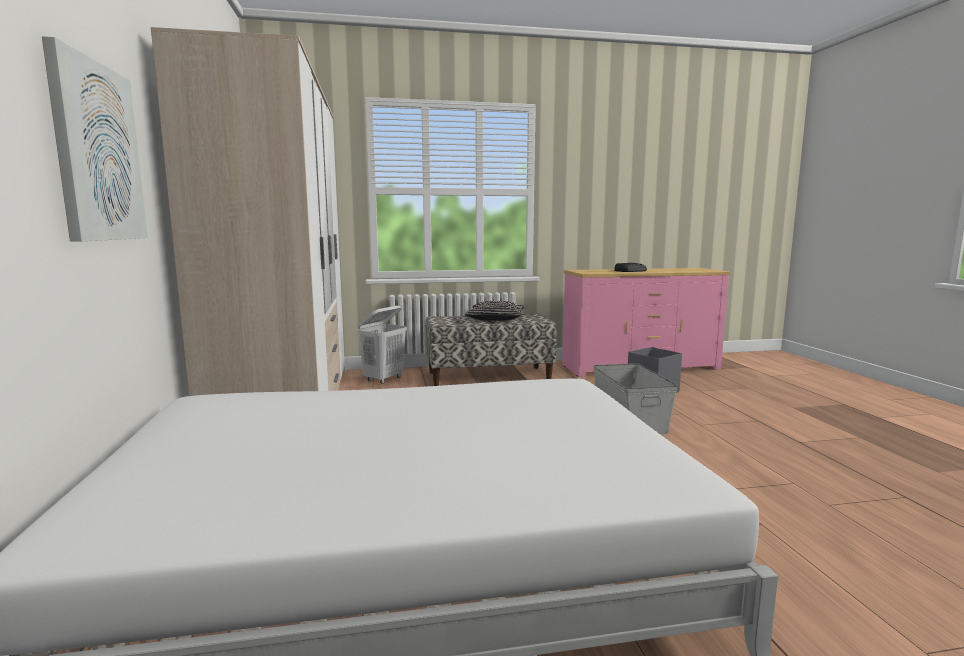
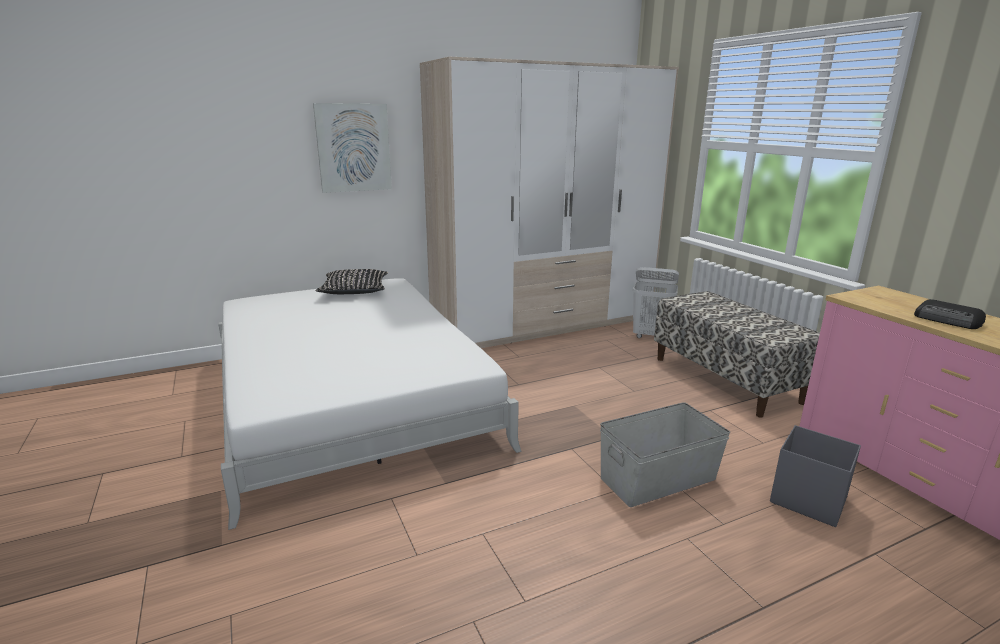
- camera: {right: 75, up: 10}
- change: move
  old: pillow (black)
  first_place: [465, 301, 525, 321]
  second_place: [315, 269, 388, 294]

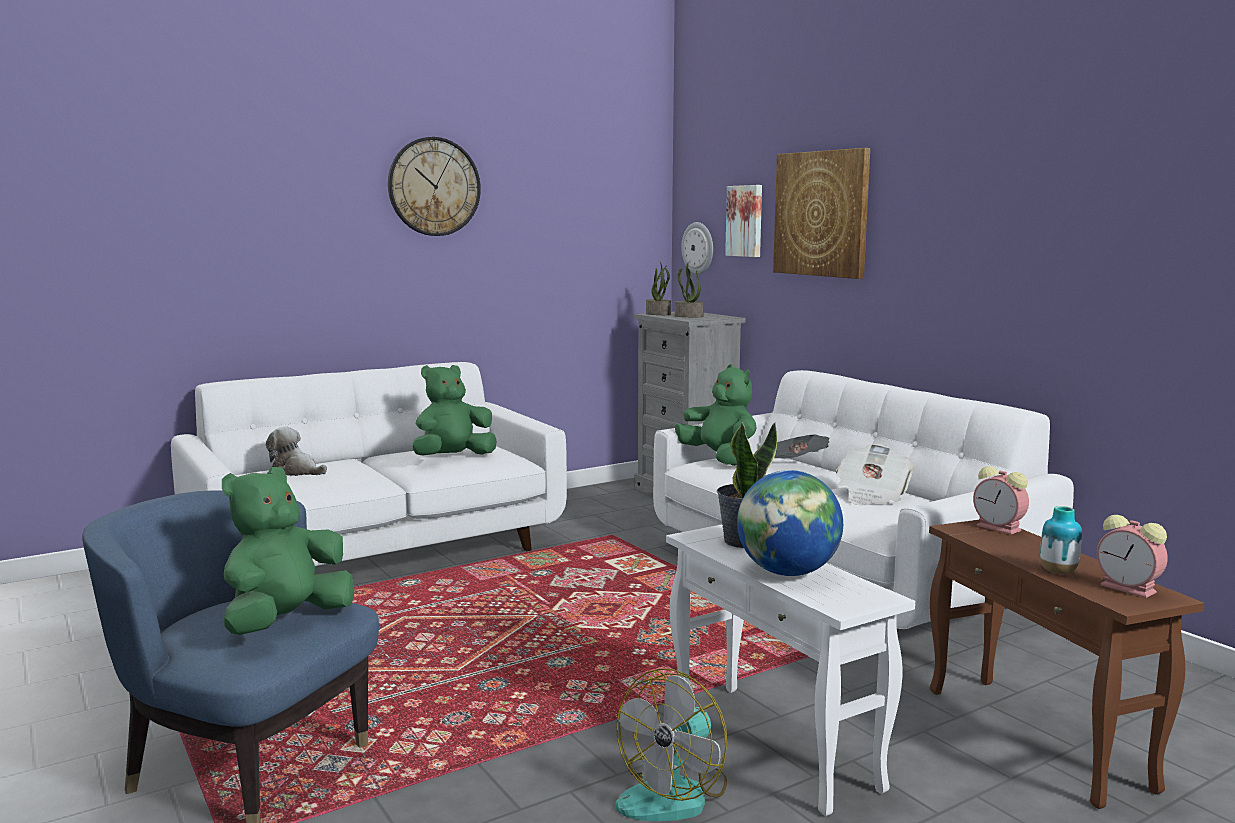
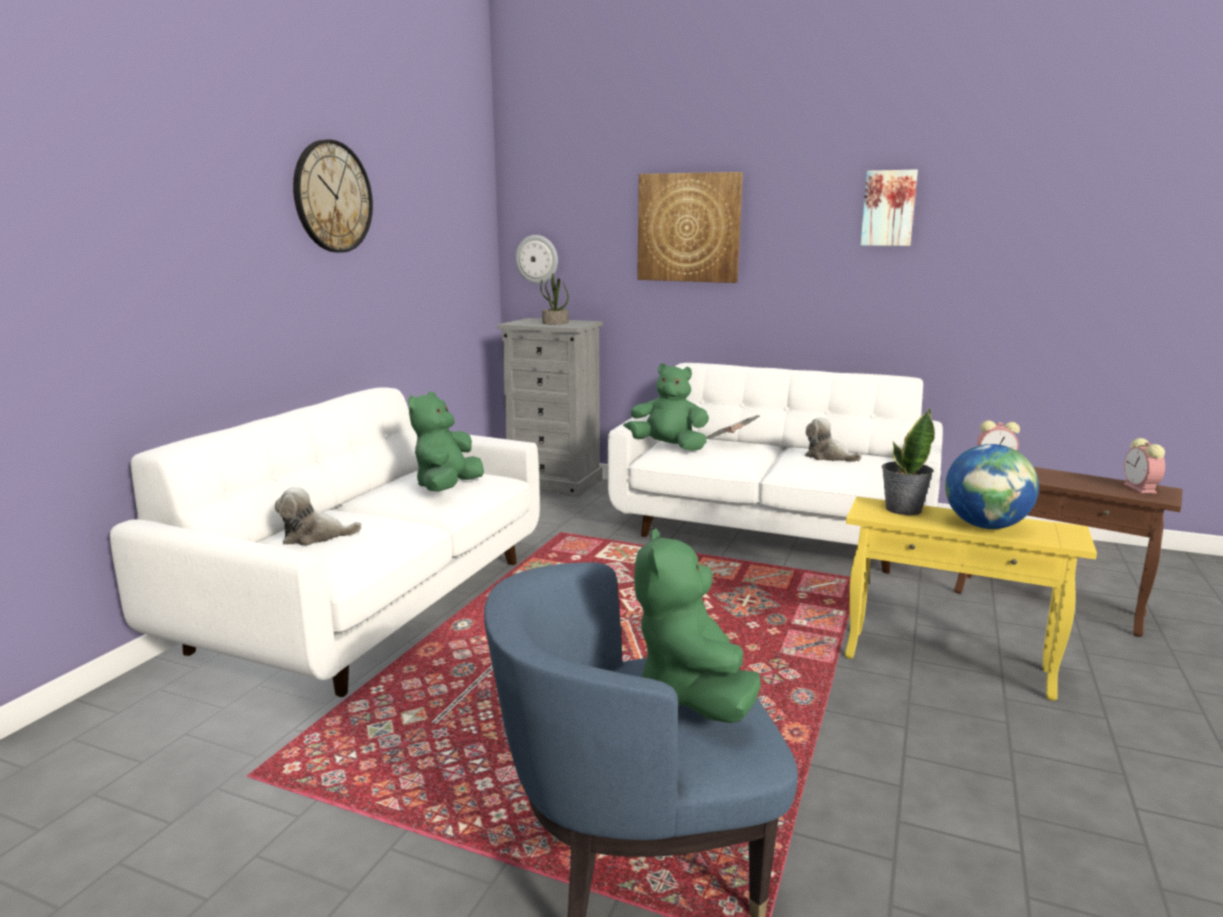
- camera: {right: -35, up: 5}
- change: delete
  old: fan
  first_place: [616, 668, 727, 821]
- change: delete
  old: potted plant
  first_place: [646, 262, 671, 315]
- change: delete
  old: vase
  first_place: [1040, 506, 1082, 574]
- change: move
  old: picture
  first_place: [725, 185, 762, 257]
  second_place: [860, 169, 918, 246]
- change: replace
  old: newspaper
  new: plush toy
  first_place: [836, 444, 915, 506]
  second_place: [805, 417, 862, 462]
- change: recolor
  old: side table (white)
  new: side table (yellow)
  first_place: [666, 524, 915, 816]
  second_place: [845, 497, 1097, 701]
- change: rotate
  old: alarm clock
  first_place: [1097, 515, 1168, 598]
  second_place: [1124, 438, 1165, 494]
  degrees: 75

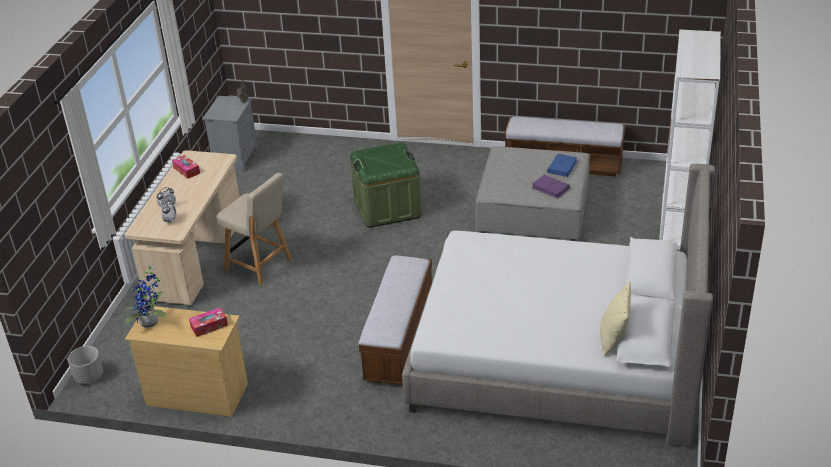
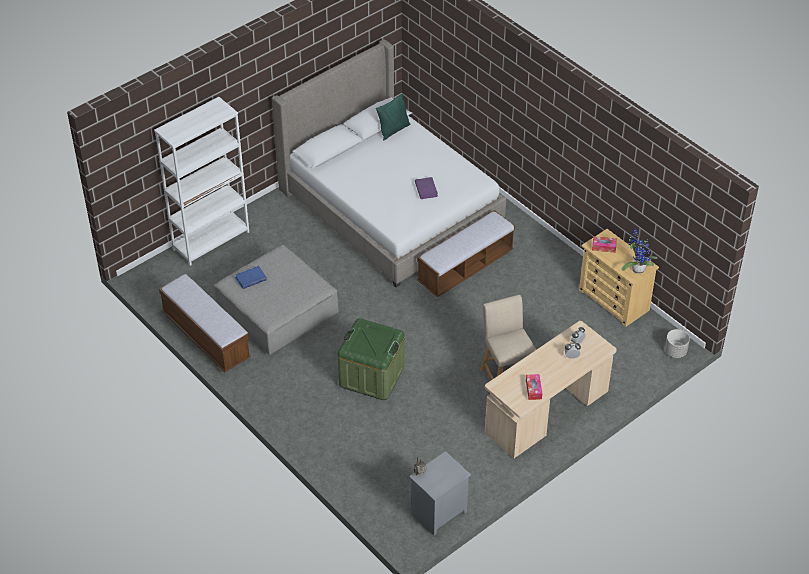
- camera: {right: -145, up: 10}
- change: move
  old: book (purple)
  first_place: [532, 175, 570, 199]
  second_place: [415, 177, 438, 199]
- change: recolor
  old: pillow (beige)
  new: pillow (green)
  first_place: [600, 281, 631, 357]
  second_place: [376, 93, 410, 141]

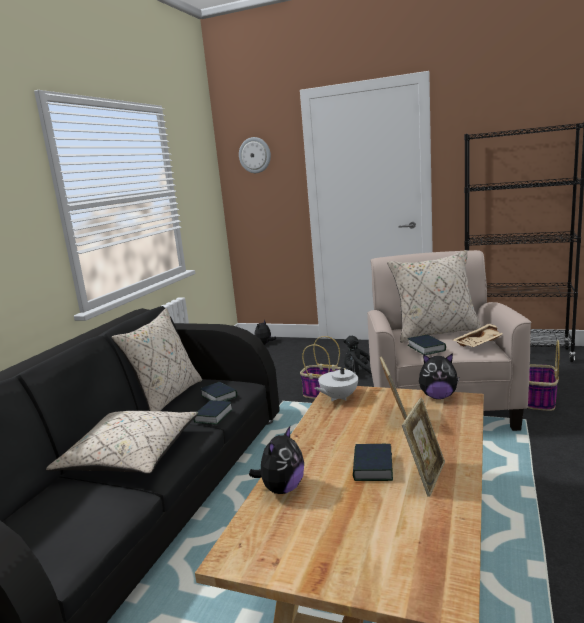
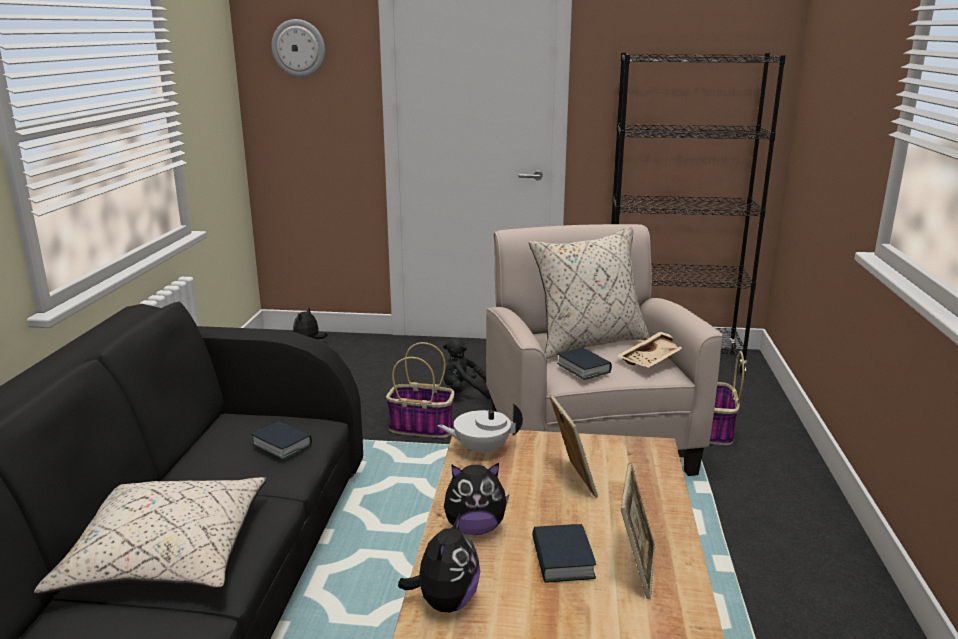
- camera: {right: -15, up: 5}
- change: delete
  old: pillow (beige)
  first_place: [111, 308, 202, 411]
- change: delete
  old: book
  first_place: [193, 400, 233, 425]
- change: move
  old: plush toy
  first_place: [419, 353, 459, 399]
  second_place: [444, 463, 509, 535]
- change: rotate
  old: teapot (white)
  first_place: [314, 359, 359, 401]
  second_place: [437, 403, 523, 457]
  degrees: 45

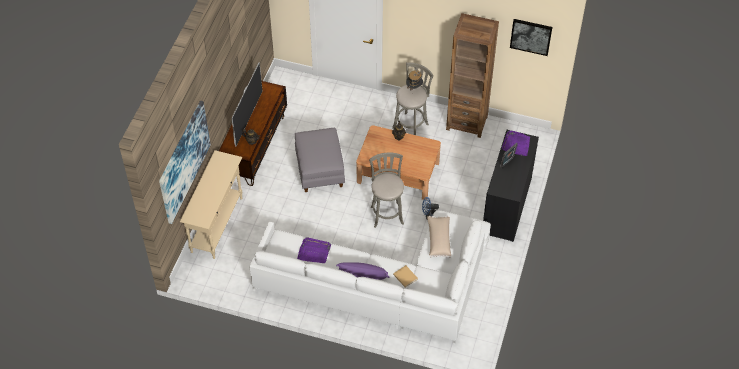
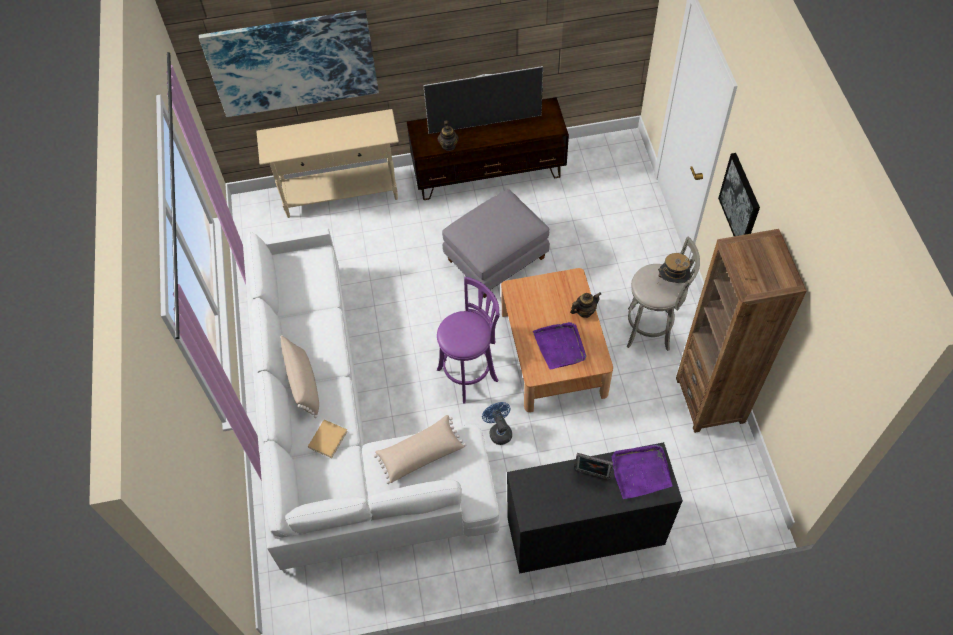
- camera: {right: 65, up: 5}
- change: move
  old: tray (purple)
  first_place: [297, 237, 331, 263]
  second_place: [533, 322, 586, 370]
- change: move
  old: picture
  first_place: [510, 19, 552, 56]
  second_place: [718, 153, 760, 236]
- change: recolor
  old: pillow (purple)
  new: pillow (beige)
  first_place: [336, 262, 389, 280]
  second_place: [280, 335, 319, 418]
- change: recolor
  old: stool (grey)
  new: stool (purple)
  first_place: [369, 152, 404, 228]
  second_place: [437, 277, 500, 403]

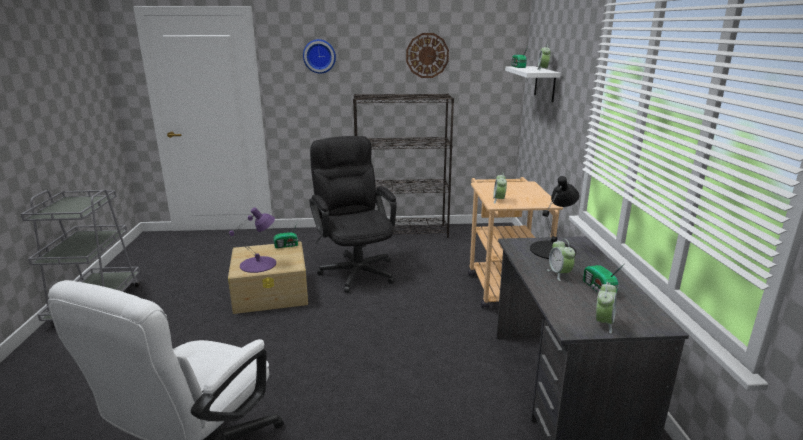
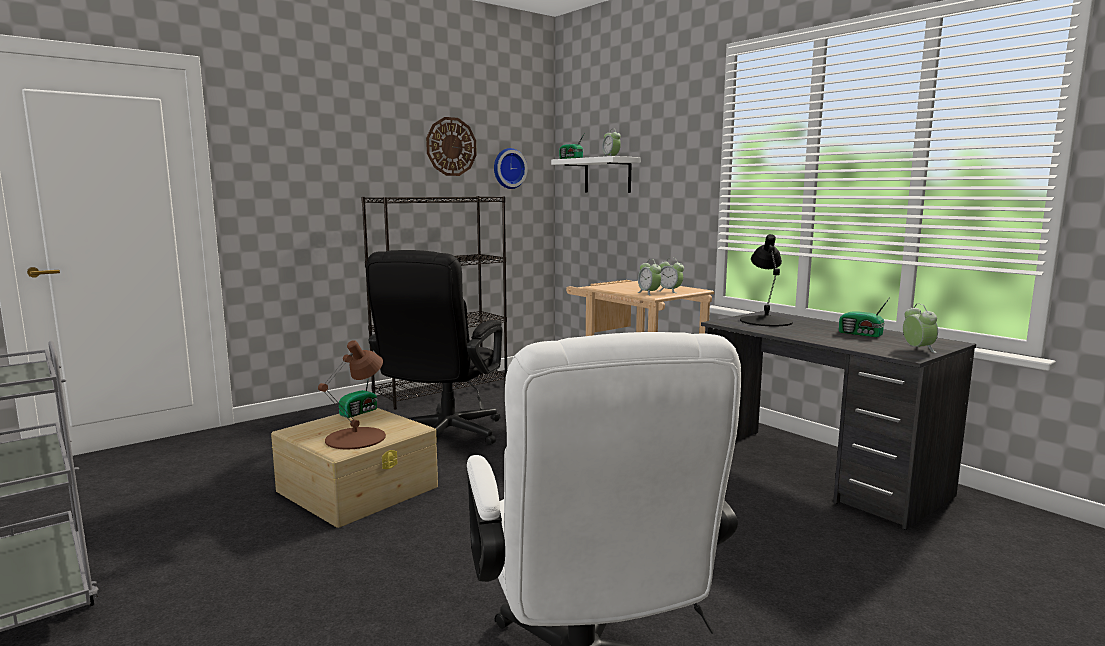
- camera: {right: -35, up: -10}
- change: move
  old: wall clock
  first_place: [303, 39, 336, 74]
  second_place: [494, 148, 527, 189]
- change: move
  old: alarm clock
  first_place: [547, 239, 575, 281]
  second_place: [659, 258, 684, 293]
- change: recolor
  old: table lamp (purple)
  new: table lamp (brown)
  first_place: [229, 207, 276, 273]
  second_place: [318, 340, 386, 449]
- change: rotate
  old: office chair (black)
  first_place: [309, 136, 397, 293]
  second_place: [366, 250, 502, 445]
  degrees: -105

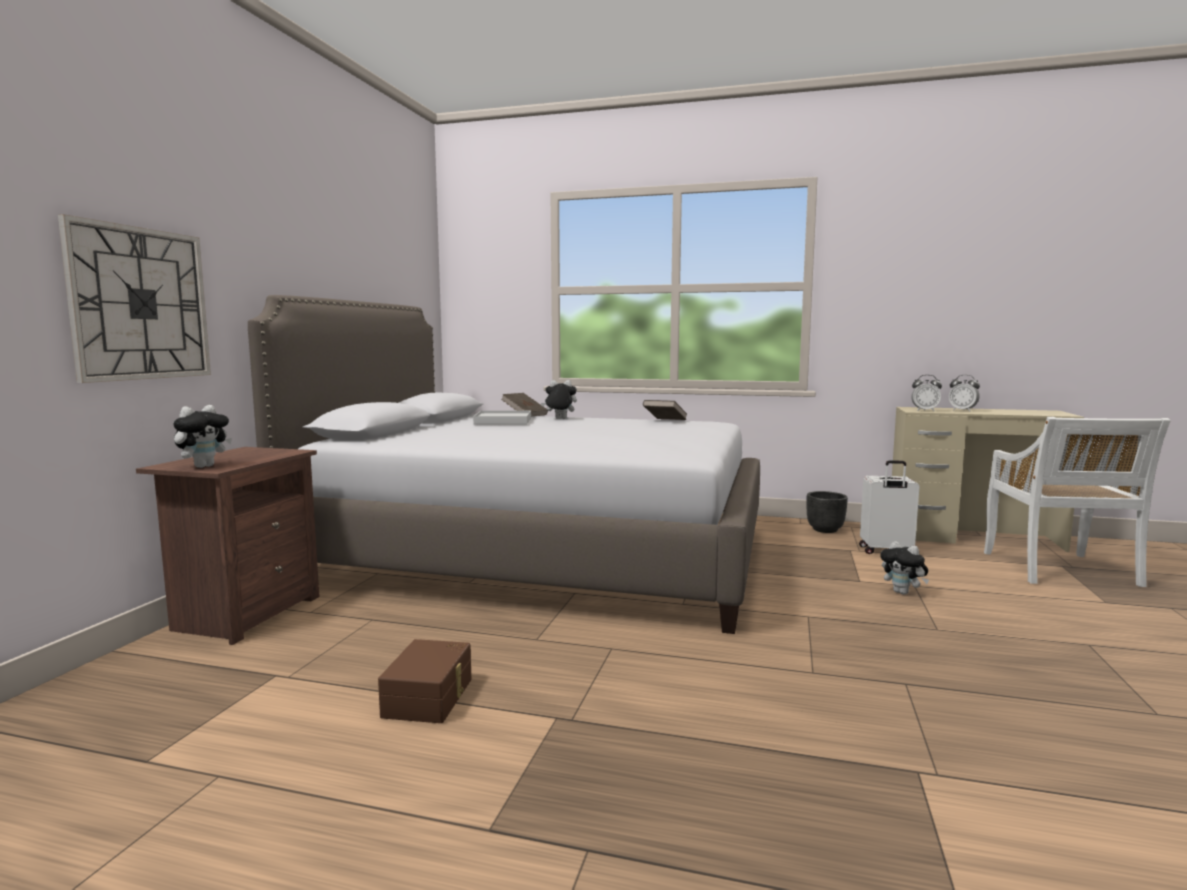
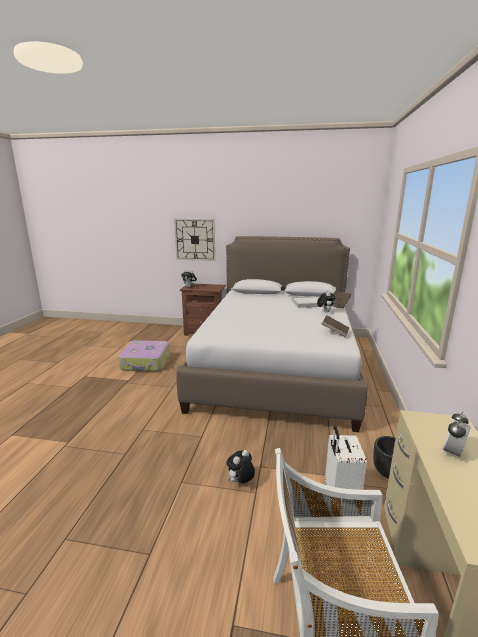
- camera: {right: 85, up: 10}
- change: delete
  old: alarm clock
  first_place: [911, 375, 942, 411]
- change: replace
  old: storage box (brown)
  new: suitcase
  first_place: [378, 639, 471, 723]
  second_place: [118, 340, 170, 371]

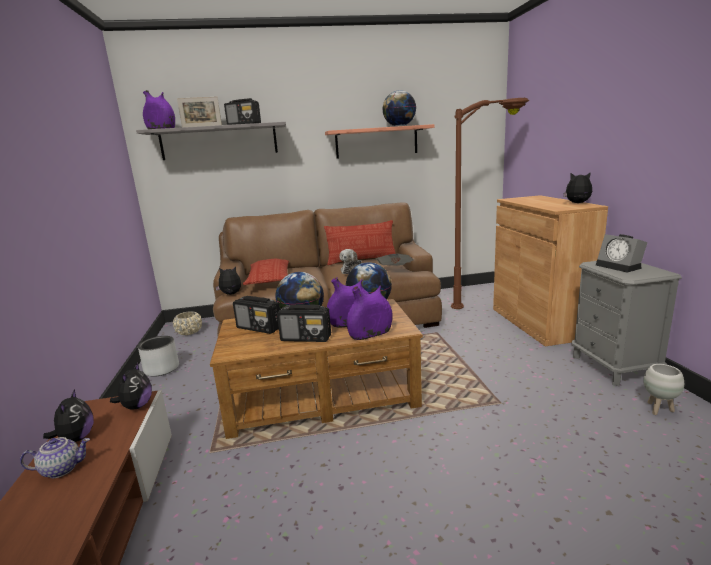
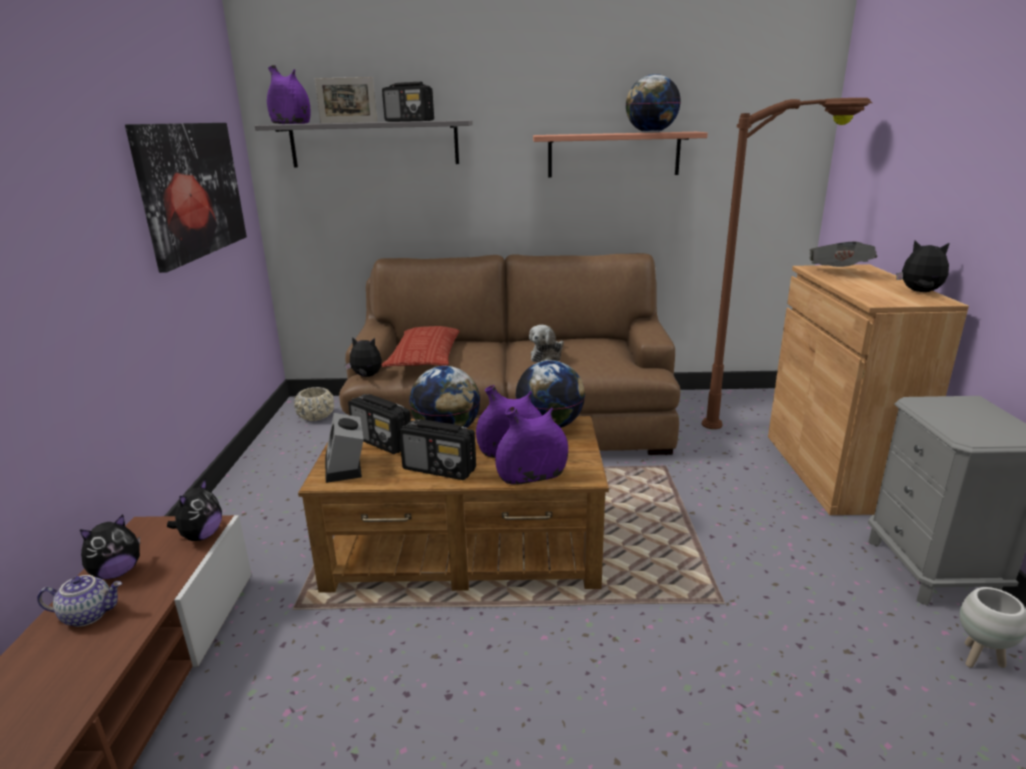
- camera: {right: 10, up: 5}
- change: delete
  old: planter (grey)
  first_place: [138, 336, 179, 377]
- change: delete
  old: pillow
  first_place: [324, 220, 396, 265]
- change: insert
  new: picture
  second_place: [125, 123, 247, 273]
- change: move
  old: newspaper
  first_place: [375, 254, 414, 266]
  second_place: [809, 242, 877, 267]
- change: move
  old: alarm clock
  first_place: [596, 234, 648, 273]
  second_place: [325, 413, 364, 483]
- change: rotate
  old: plush toy
  first_place: [43, 389, 94, 442]
  second_place: [80, 514, 140, 579]
  degrees: 45

